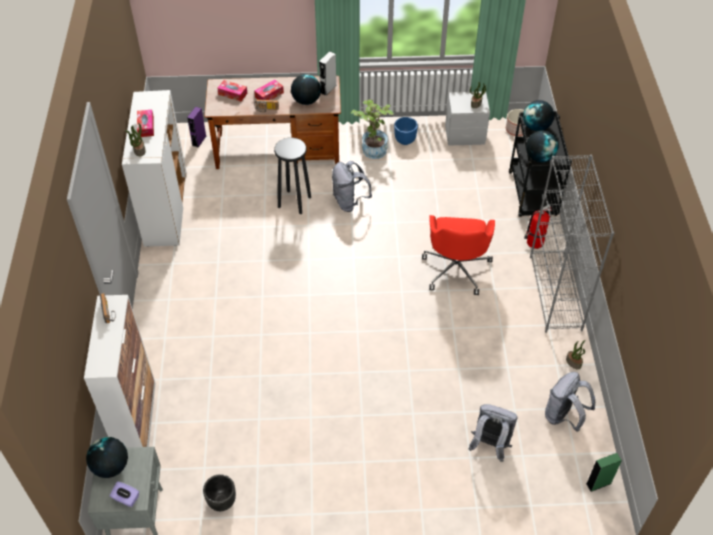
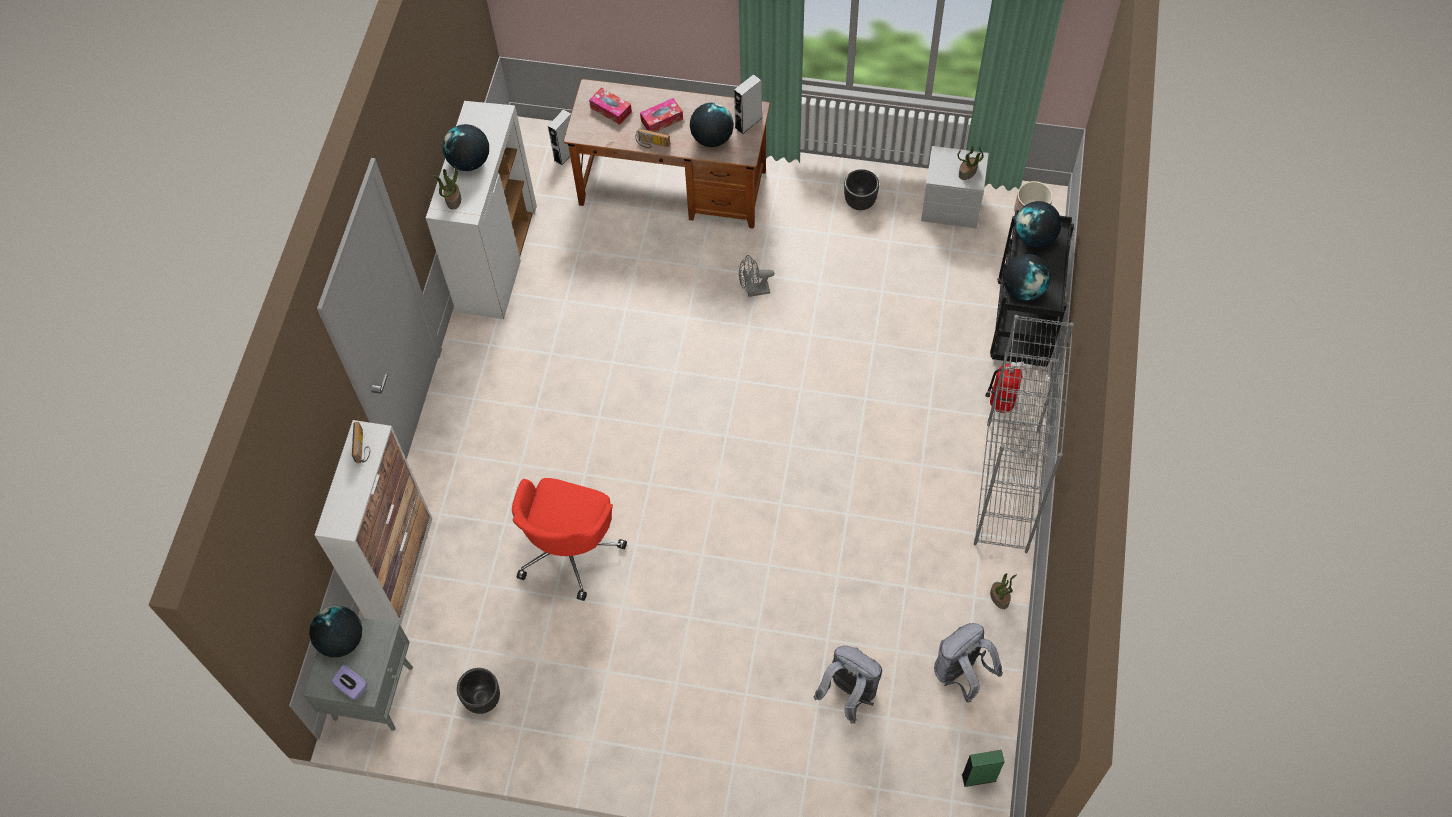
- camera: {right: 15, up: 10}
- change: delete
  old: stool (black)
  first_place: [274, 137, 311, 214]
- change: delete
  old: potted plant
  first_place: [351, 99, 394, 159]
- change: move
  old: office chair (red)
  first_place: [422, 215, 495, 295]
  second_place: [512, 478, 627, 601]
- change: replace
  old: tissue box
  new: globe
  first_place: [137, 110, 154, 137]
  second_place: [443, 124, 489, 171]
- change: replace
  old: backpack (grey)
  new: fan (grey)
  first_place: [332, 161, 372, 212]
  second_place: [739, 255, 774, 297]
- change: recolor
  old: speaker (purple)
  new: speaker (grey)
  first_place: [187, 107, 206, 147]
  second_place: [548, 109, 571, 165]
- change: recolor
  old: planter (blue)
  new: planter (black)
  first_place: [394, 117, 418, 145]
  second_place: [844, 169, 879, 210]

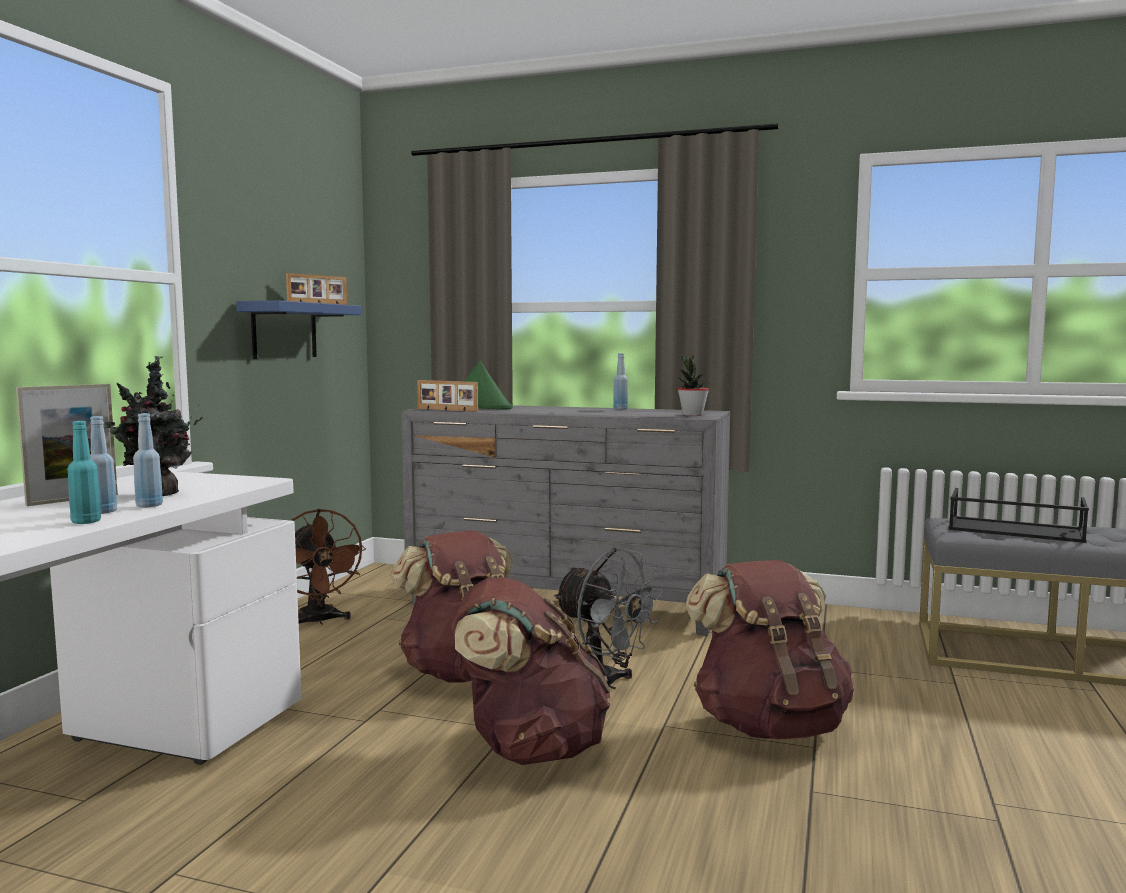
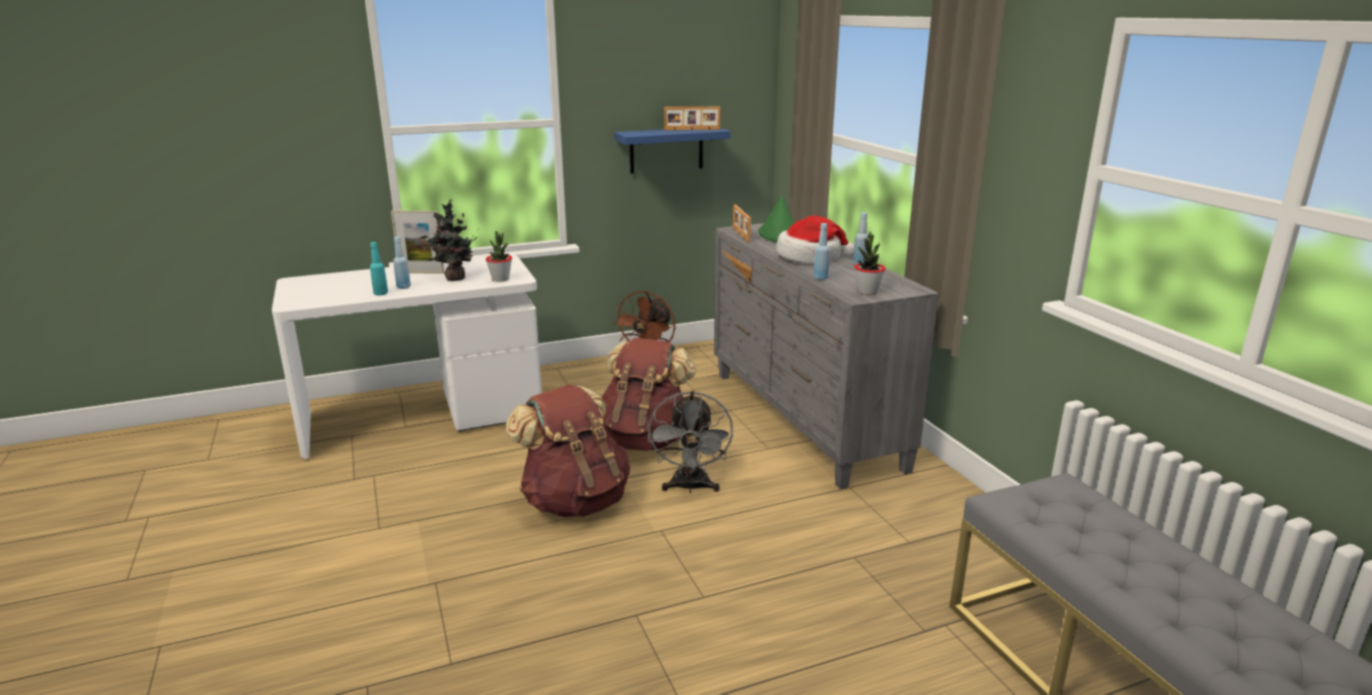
- camera: {right: 50, up: 15}
- change: delete
  old: backpack (brown)
  first_place: [685, 560, 854, 739]
- change: delete
  old: tray (black)
  first_place: [948, 488, 1089, 543]
- change: insert
  new: potted plant
  second_place: [486, 231, 512, 282]
- change: insert
  new: hat
  second_place: [776, 216, 854, 263]
- change: move
  old: bottle (blue)
  first_place: [133, 413, 163, 508]
  second_place: [813, 223, 830, 280]

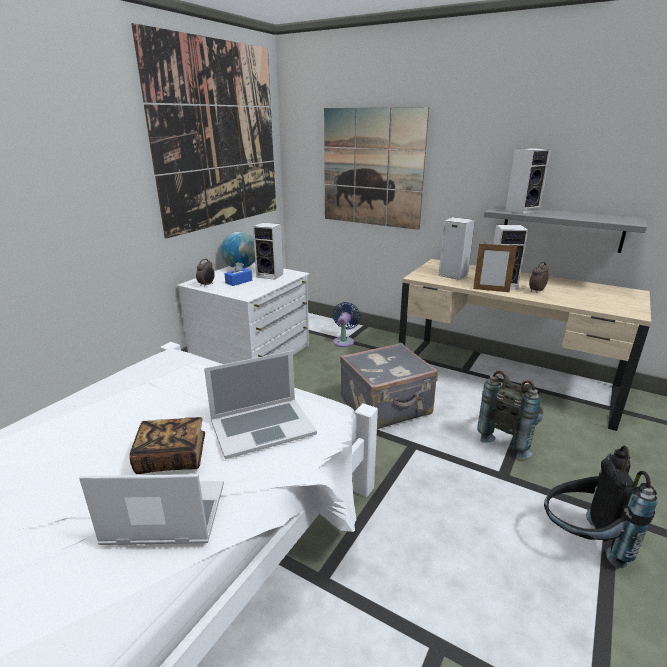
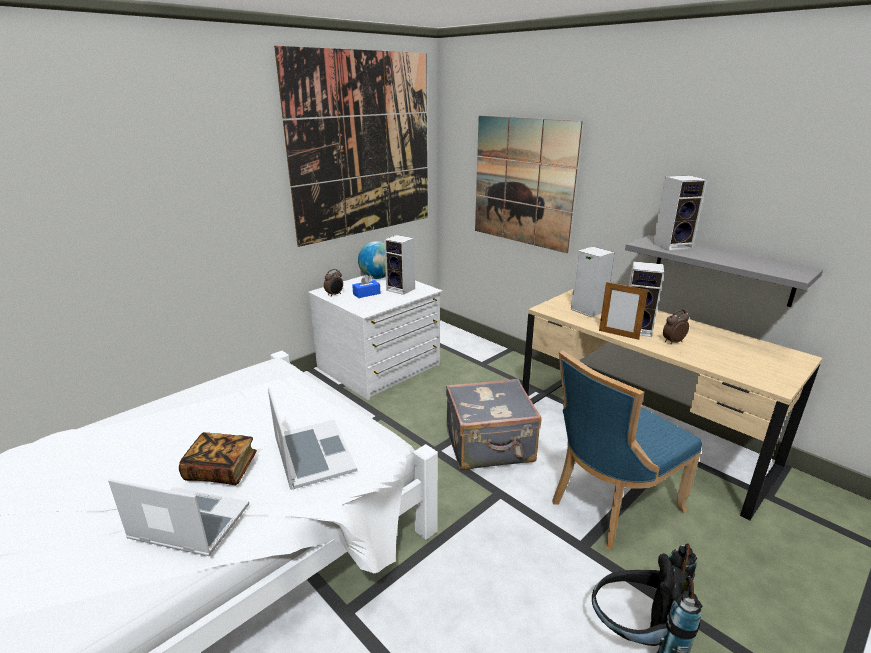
- camera: {right: 15, up: 0}
- change: delete
  old: fan (blue)
  first_place: [333, 302, 361, 347]
- change: replace
  old: backpack (grey)
  new: chair (blue)
  first_place: [477, 371, 544, 459]
  second_place: [552, 350, 702, 550]
- change: rotate
  old: laptop
  first_place: [204, 351, 317, 459]
  second_place: [268, 388, 357, 490]
  degrees: -105

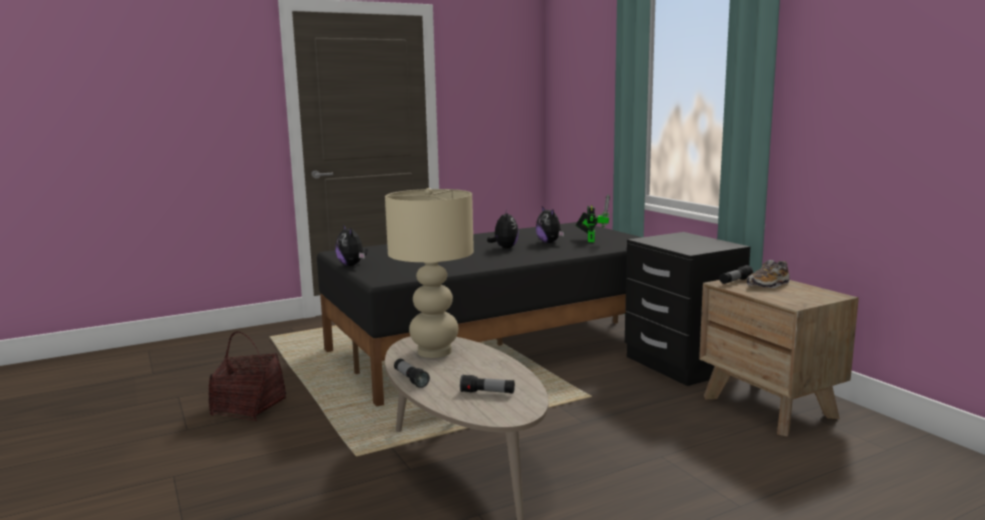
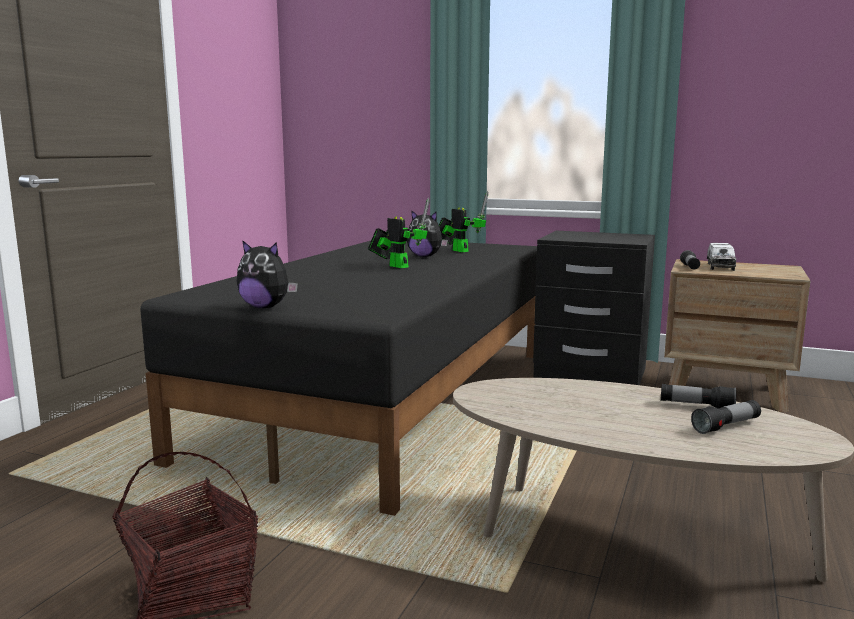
- camera: {right: -40, up: 0}
- change: delete
  old: table lamp (beige)
  first_place: [385, 188, 474, 358]
- change: move
  old: flashlight
  first_place: [394, 359, 430, 388]
  second_place: [661, 384, 736, 409]
- change: replace
  old: plush toy
  new: toy robot
  first_place: [487, 210, 519, 248]
  second_place: [368, 198, 430, 268]
- change: replace
  old: shoe
  new: toy truck
  first_place: [747, 260, 790, 288]
  second_place: [707, 243, 736, 271]

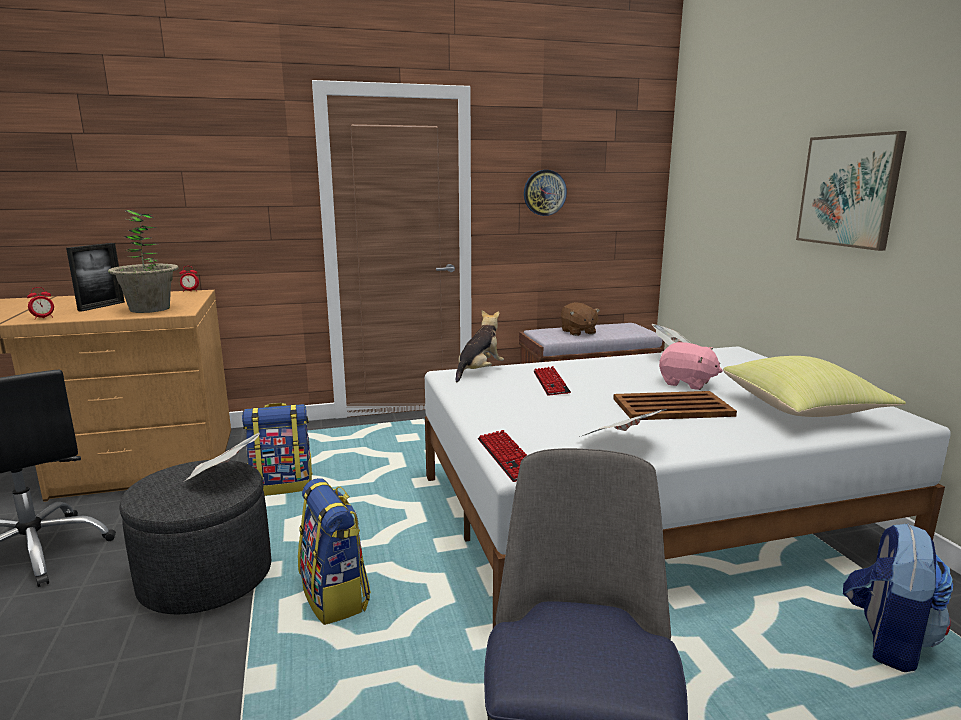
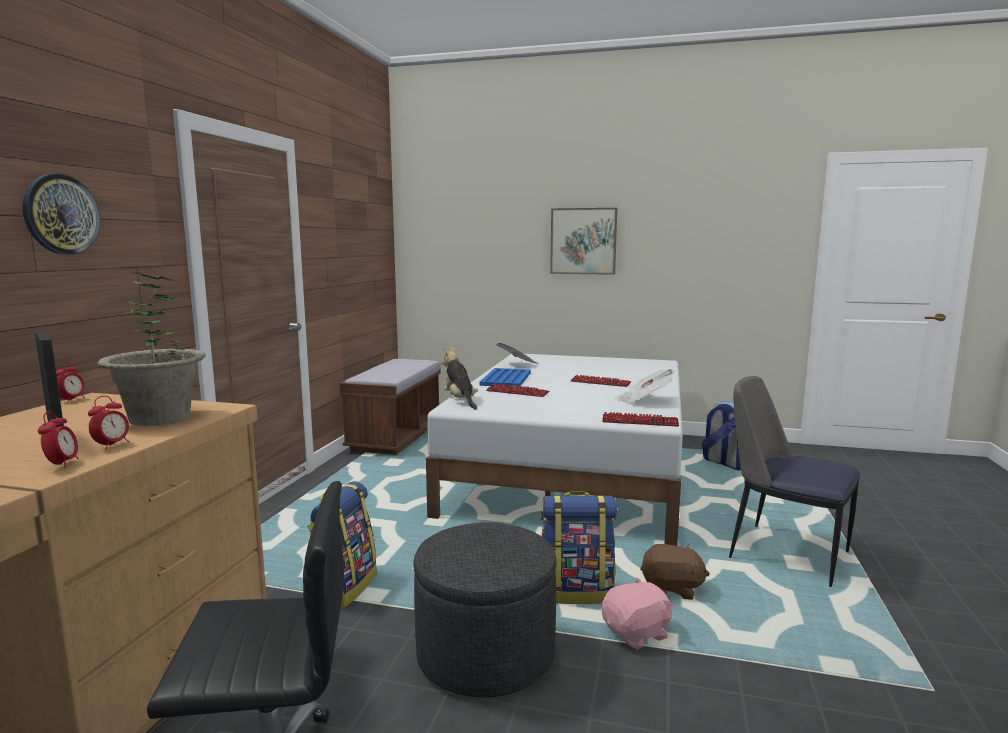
- camera: {right: -60, up: -5}
- change: delete
  old: newspaper
  first_place: [185, 431, 261, 481]
- change: delete
  old: pillow (yellow)
  first_place: [723, 356, 906, 417]
- change: insert
  new: alarm clock
  second_place: [88, 396, 129, 449]
- change: insert
  new: tray (blue)
  second_place: [479, 368, 531, 387]
- change: move
  old: wall clock
  first_place: [524, 170, 567, 216]
  second_place: [22, 173, 100, 255]
- change: move
  old: plush toy (brown)
  first_place: [561, 302, 600, 336]
  second_place: [640, 544, 710, 600]
- change: move
  old: plush toy (pink)
  first_place: [659, 342, 723, 390]
  second_place: [602, 577, 673, 649]
- change: replace
  old: tray (brown)
  new: keyboard
  first_place: [613, 391, 737, 420]
  second_place: [571, 375, 631, 387]

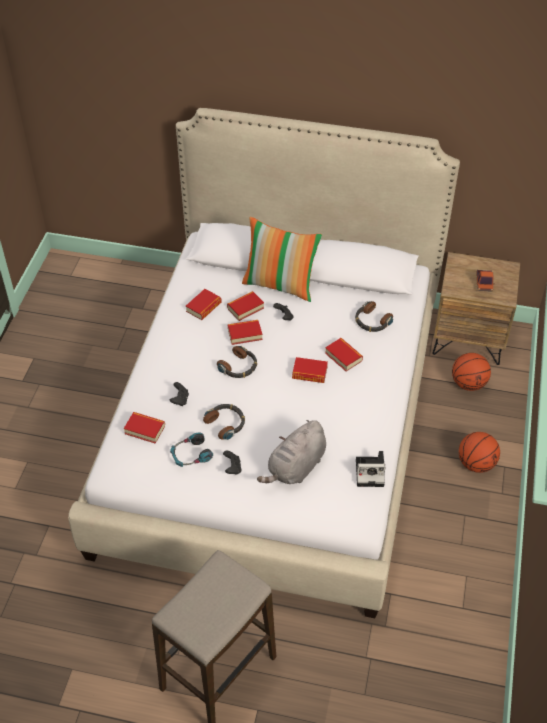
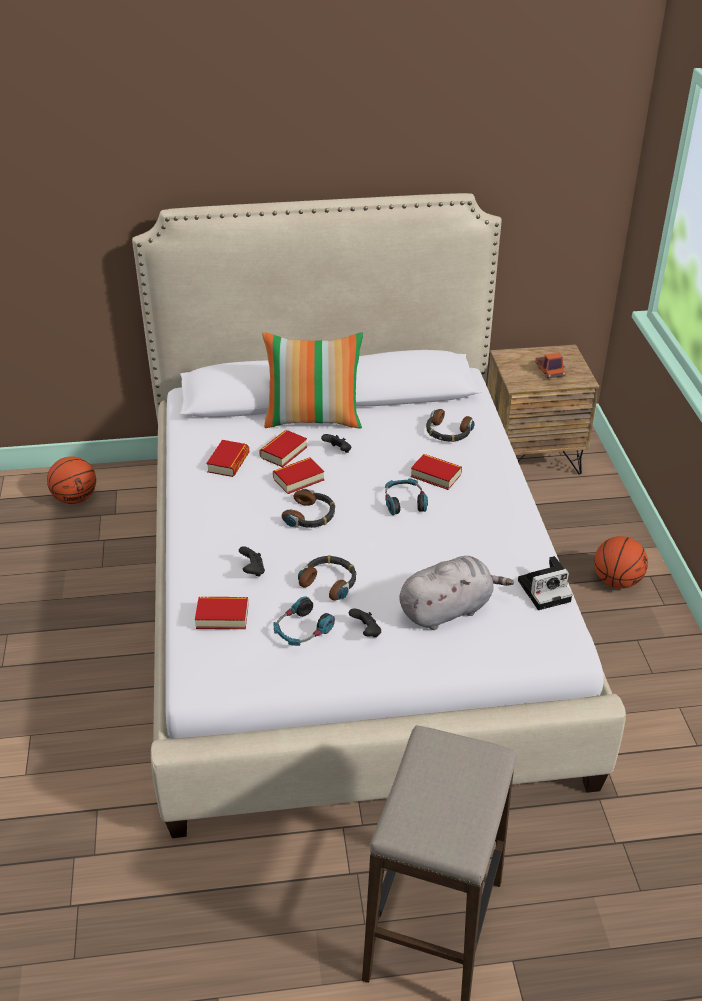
- camera: {right: -20, up: -10}
- change: move
  old: basketball
  first_place: [452, 353, 491, 391]
  second_place: [47, 456, 96, 504]
- change: replace
  old: book
  new: headphones
  first_place: [292, 357, 328, 383]
  second_place: [385, 478, 428, 515]
- change: rotate
  old: plush toy (grey)
  first_place: [257, 420, 326, 484]
  second_place: [399, 556, 514, 630]
  degrees: -135

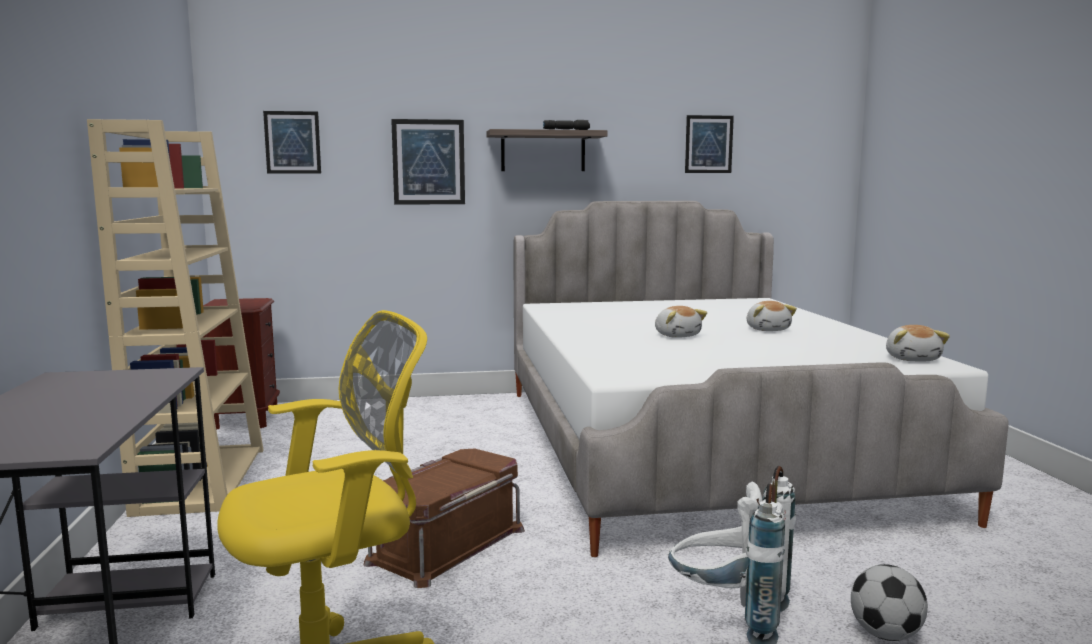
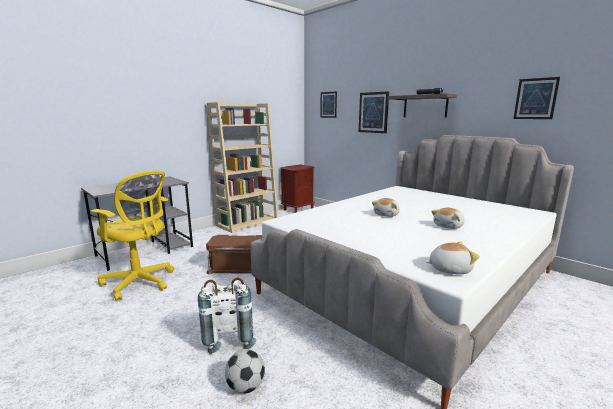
- camera: {right: 55, up: 5}
- change: rotate
  old: plush toy
  first_place: [886, 325, 950, 361]
  second_place: [426, 241, 480, 274]
  degrees: -150

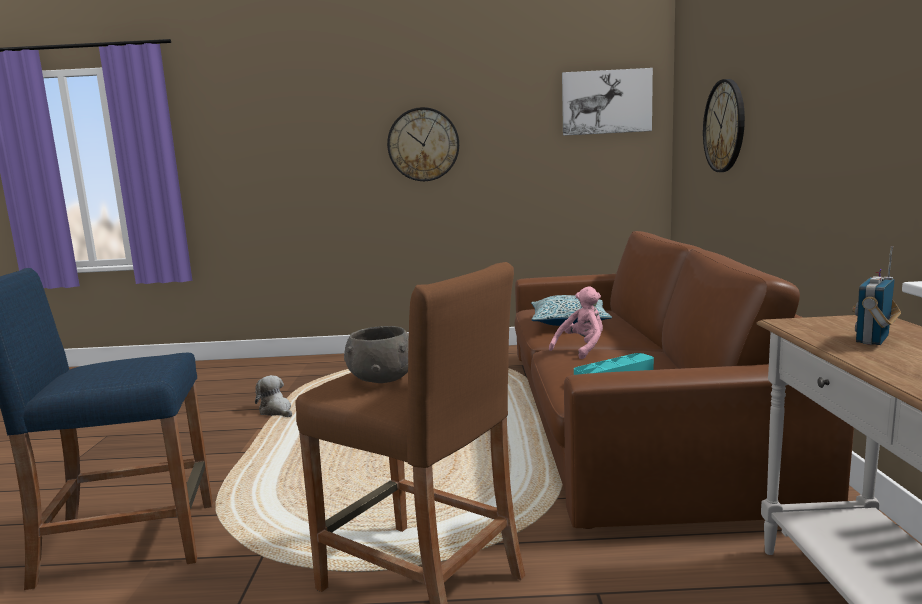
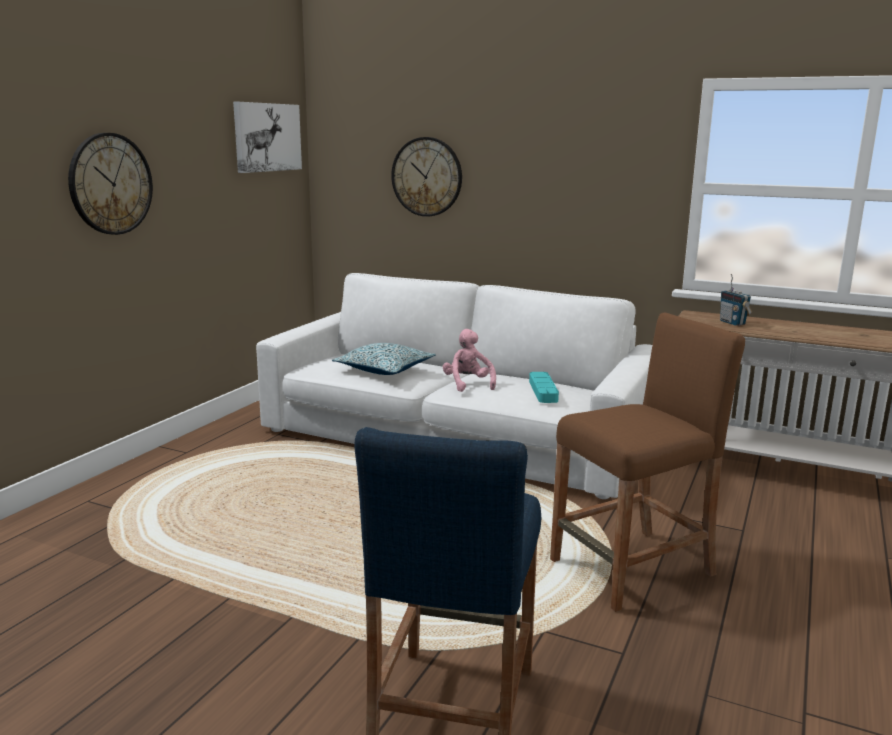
- camera: {right: -65, up: 5}
- change: delete
  old: plush toy
  first_place: [255, 375, 292, 417]
- change: delete
  old: bowl (grey)
  first_place: [344, 326, 409, 383]
- change: recolor
  old: sofa (brown)
  new: sofa (white)
  first_place: [515, 231, 854, 529]
  second_place: [256, 273, 652, 499]

